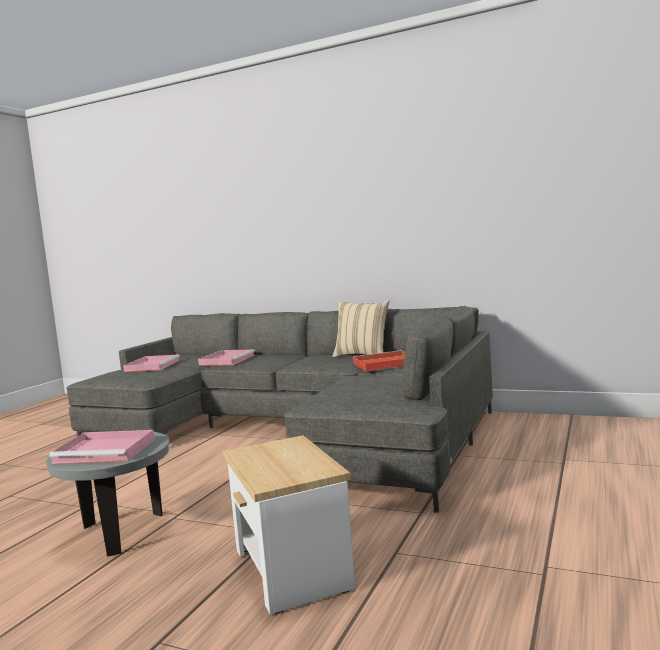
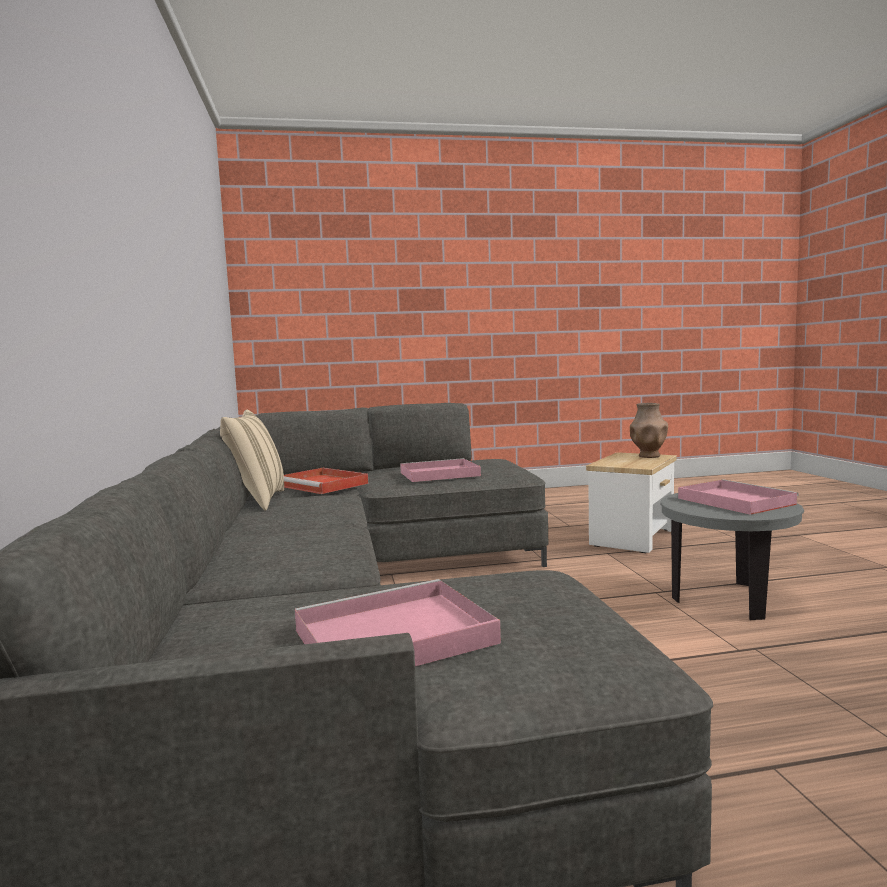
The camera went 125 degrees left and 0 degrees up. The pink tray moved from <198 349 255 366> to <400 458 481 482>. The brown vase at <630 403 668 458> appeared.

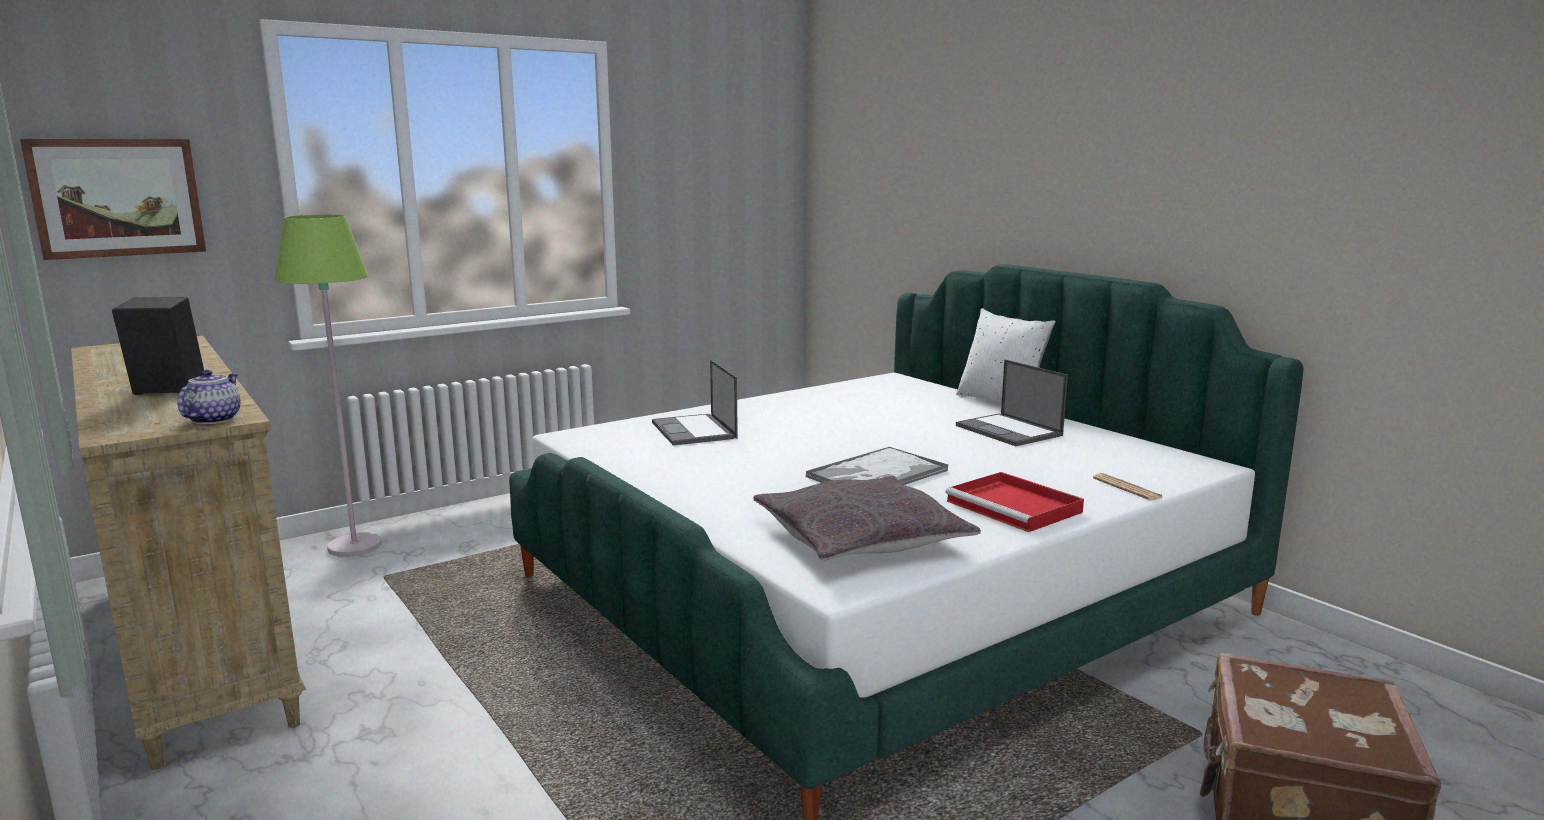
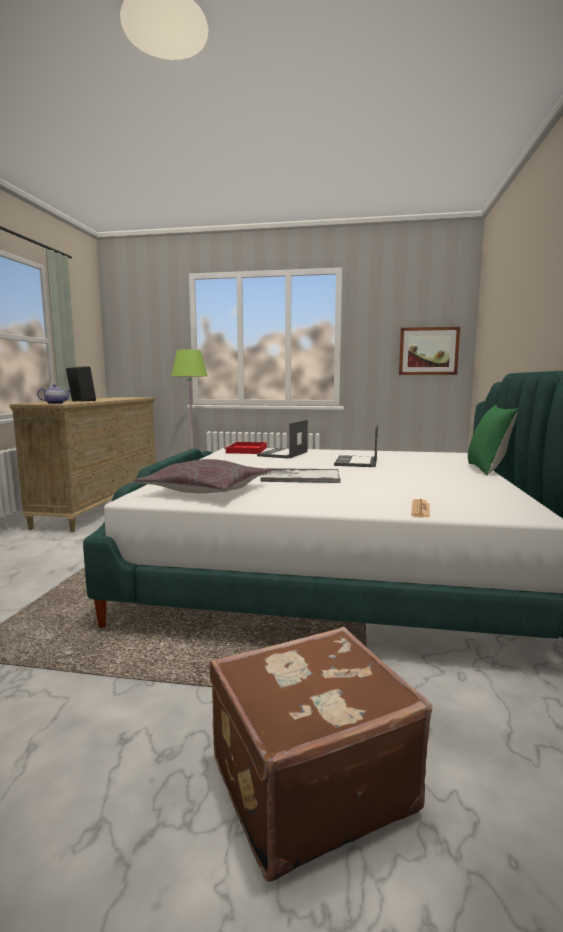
The camera went 45 degrees right and 5 degrees down. The picture moved from <20 139 206 260> to <399 327 460 375>. The white pillow at <956 308 1056 403> became the green pillow at <468 405 518 476>. The laptop moved from <956 359 1068 446> to <334 424 378 467>. The red tray moved from <946 472 1084 532> to <224 442 267 454>.

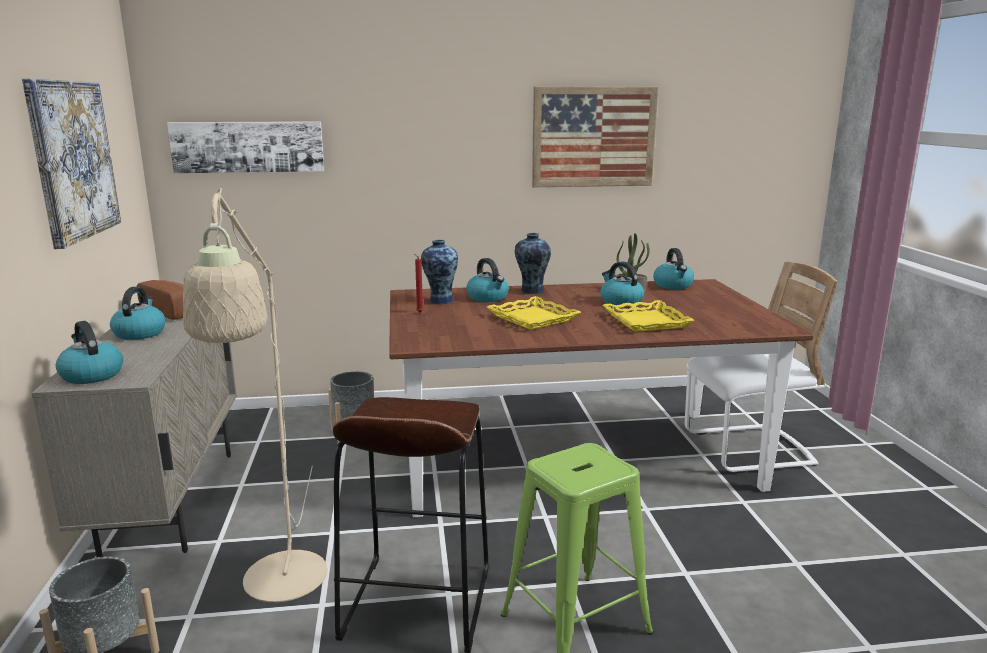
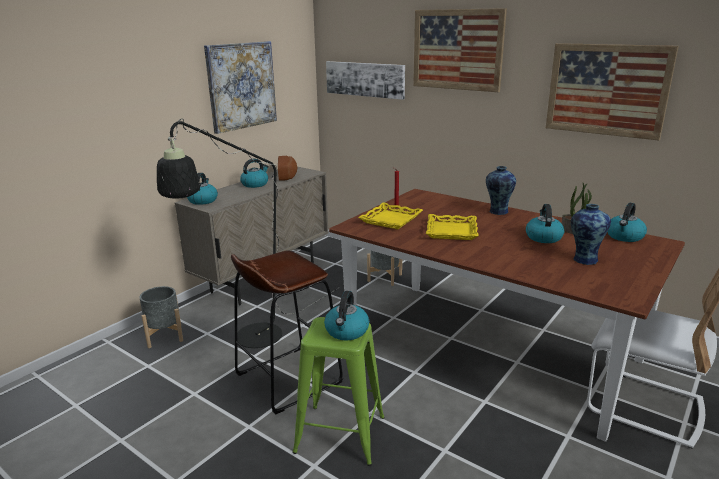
The camera went 45 degrees right and 5 degrees up. The beige floor lamp at <183 188 327 602> became the black floor lamp at <157 119 340 348>. The vase moved from <421 240 458 304> to <571 204 611 265>. The kettle moved from <466 258 509 302> to <324 291 369 340>. The yellow tray moved from <603 300 695 332> to <358 202 423 229>. The picture at <413 8 507 92> appeared.

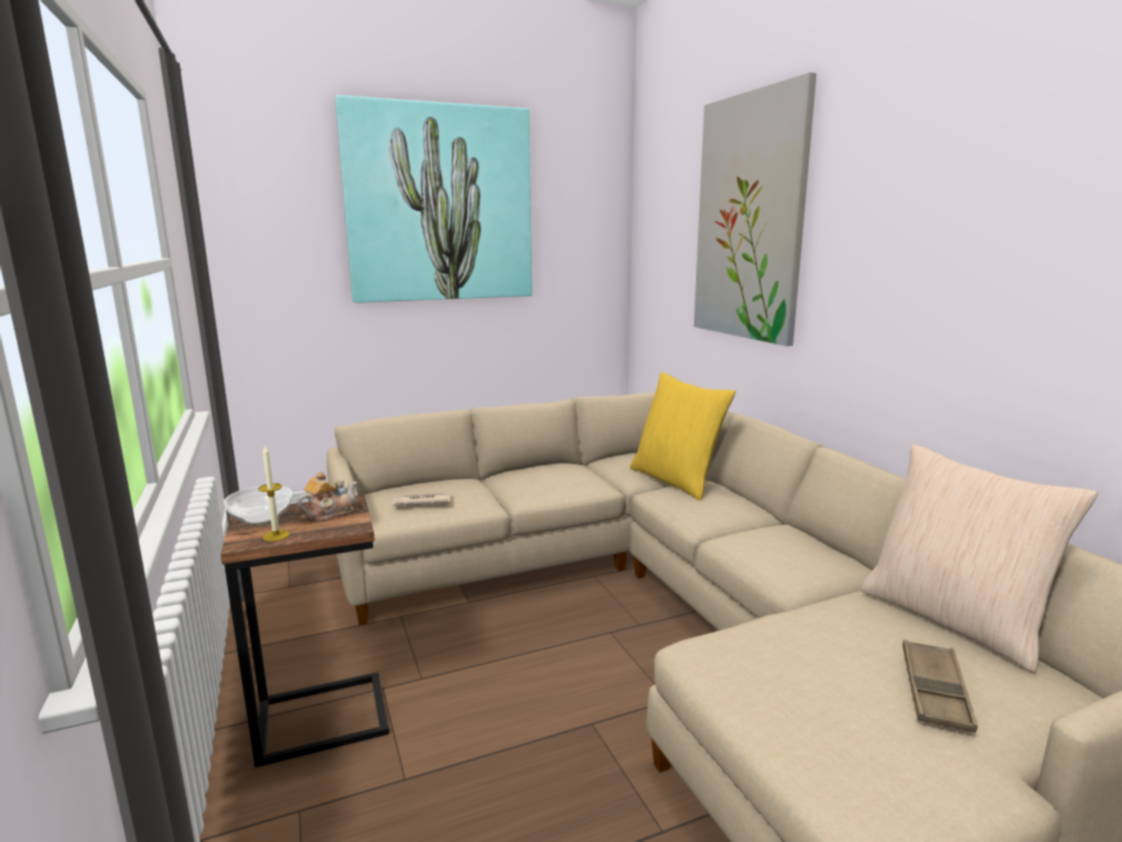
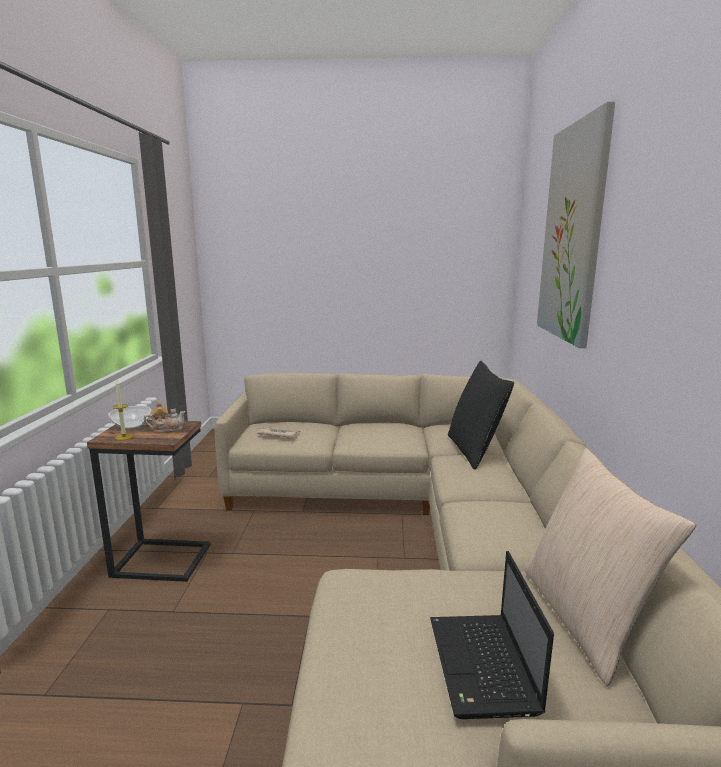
The camera went 25 degrees right and 0 degrees up. The picture at <335 95 532 303> disappeared. The yellow pillow at <630 372 736 500> became the black pillow at <448 361 514 470>. The brown tray at <902 640 977 732> was replaced by the laptop at <430 551 554 719>.

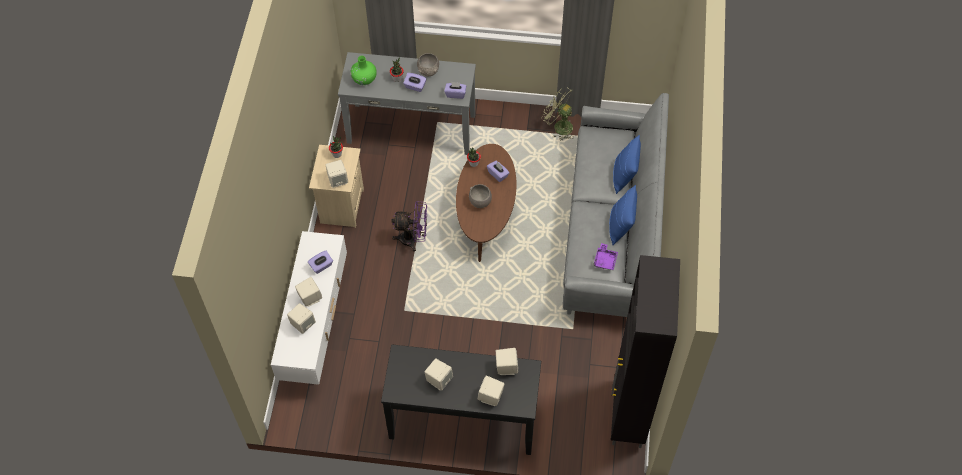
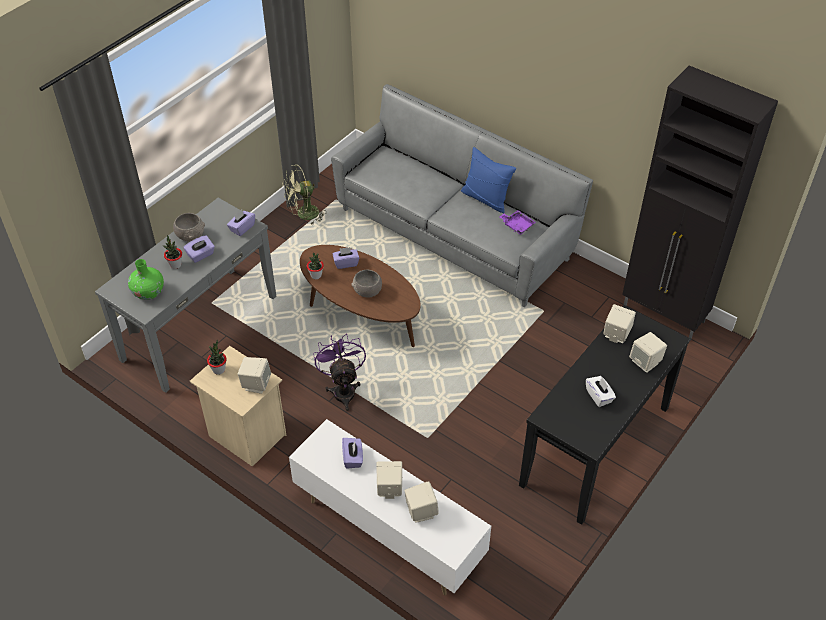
The camera went 60 degrees left and 10 degrees down. The blue pillow at <613 135 641 194> disappeared. The purple fan at <391 201 427 252> turned 45 degrees counterclockwise. The beige speaker at <425 358 453 390> was replaced by the white tissue box at <586 376 616 407>.

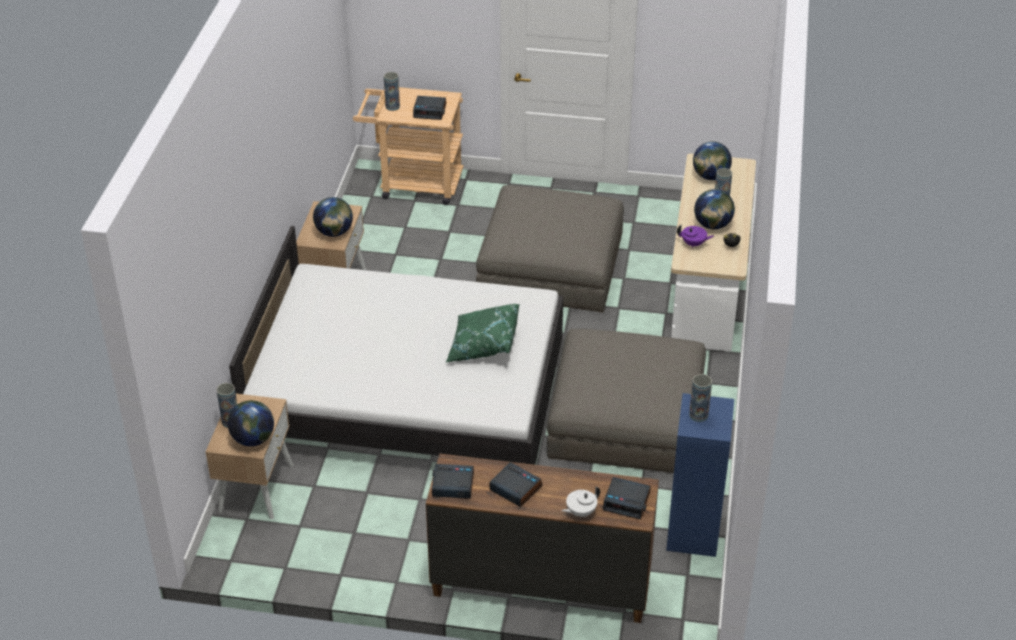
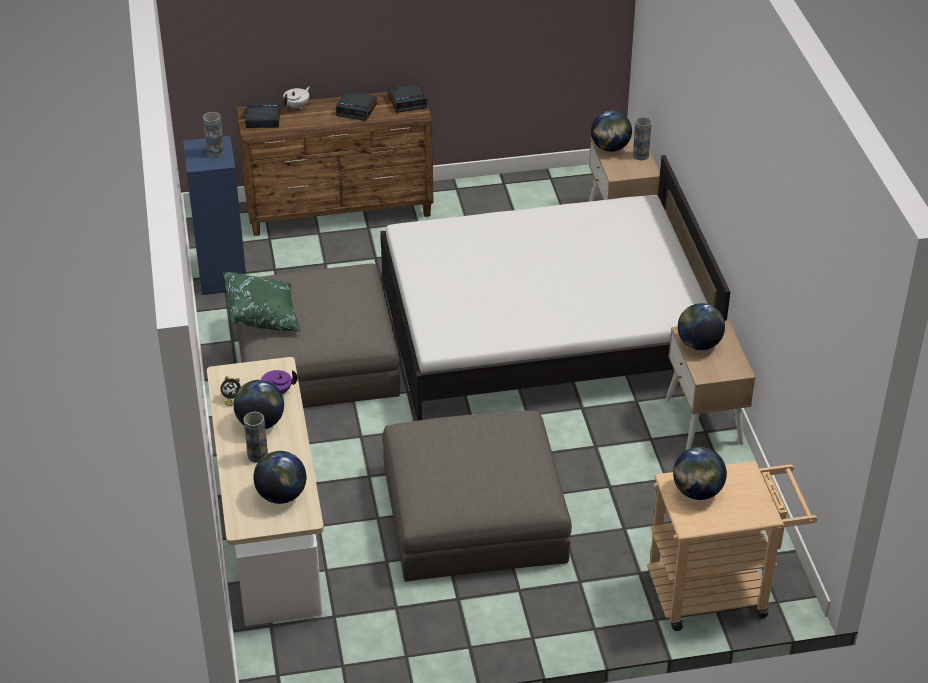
The camera went 160 degrees right and 0 degrees up. The vase at <384 72 400 111> disappeared. The alarm clock at <413 96 446 120> was replaced by the globe at <673 447 727 500>. The green pillow moved from <446 304 520 362> to <223 272 301 332>.

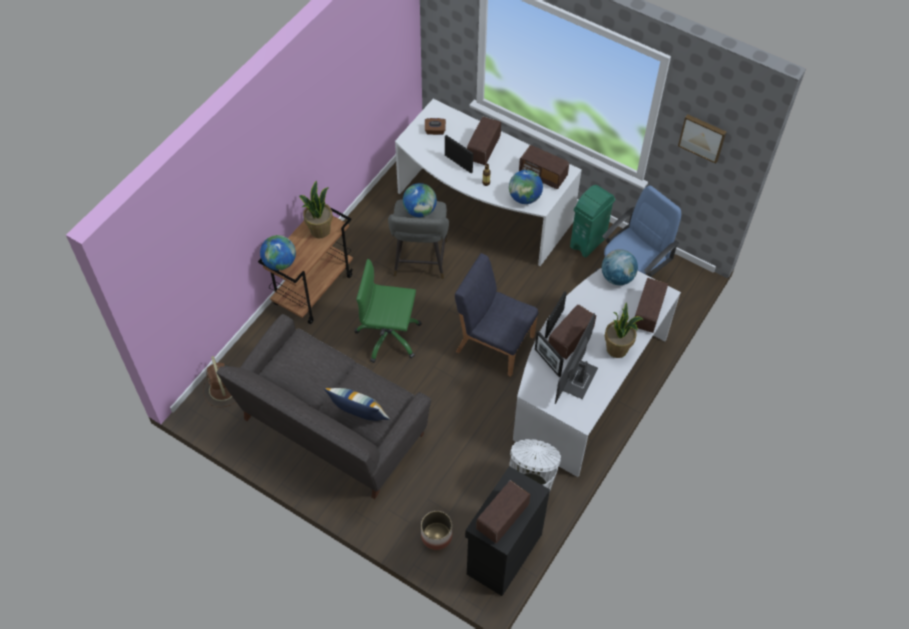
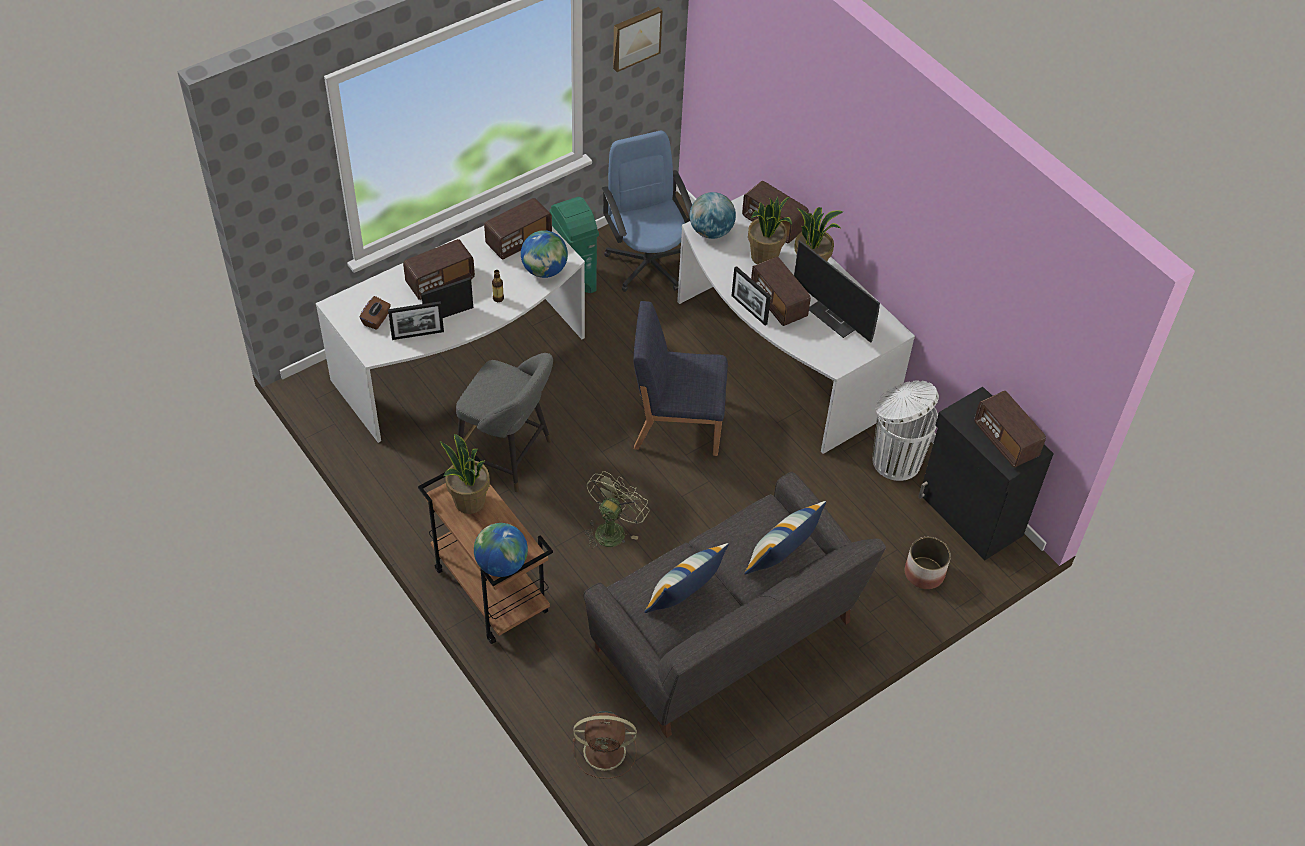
The camera went 70 degrees left and 5 degrees down. The radio at <467 117 501 165> turned 75 degrees counterclockwise. The globe at <403 183 437 217> disappeared. The blue chair at <455 253 538 377> turned 45 degrees clockwise. The green office chair at <354 259 422 363> was replaced by the green fan at <585 471 649 549>. The picture frame moved from <535 331 564 377> to <388 301 444 340>. The potted plant at <748 197 792 264> appeared. The pillow at <644 543 729 613> appeared.

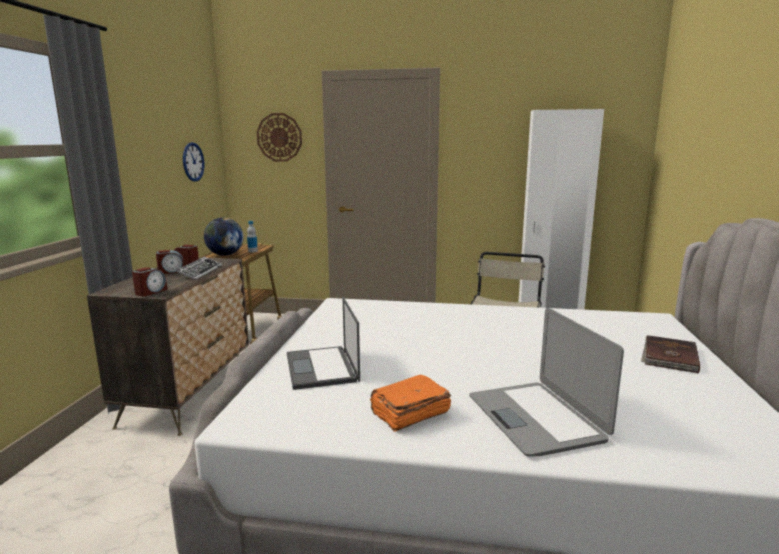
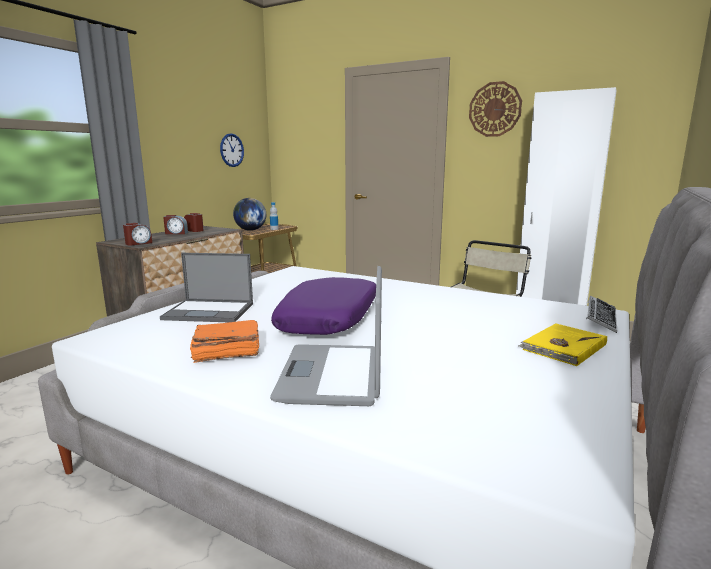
The camera went 20 degrees right and 0 degrees up. The wall clock moved from <257 113 302 162> to <469 81 522 137>. The keyboard moved from <176 256 222 280> to <586 296 617 333>. The laptop at <287 297 360 390> turned 90 degrees counterclockwise. The brown book at <641 335 700 373> became the yellow book at <518 323 607 366>. The purple pillow at <271 277 376 335> appeared.

